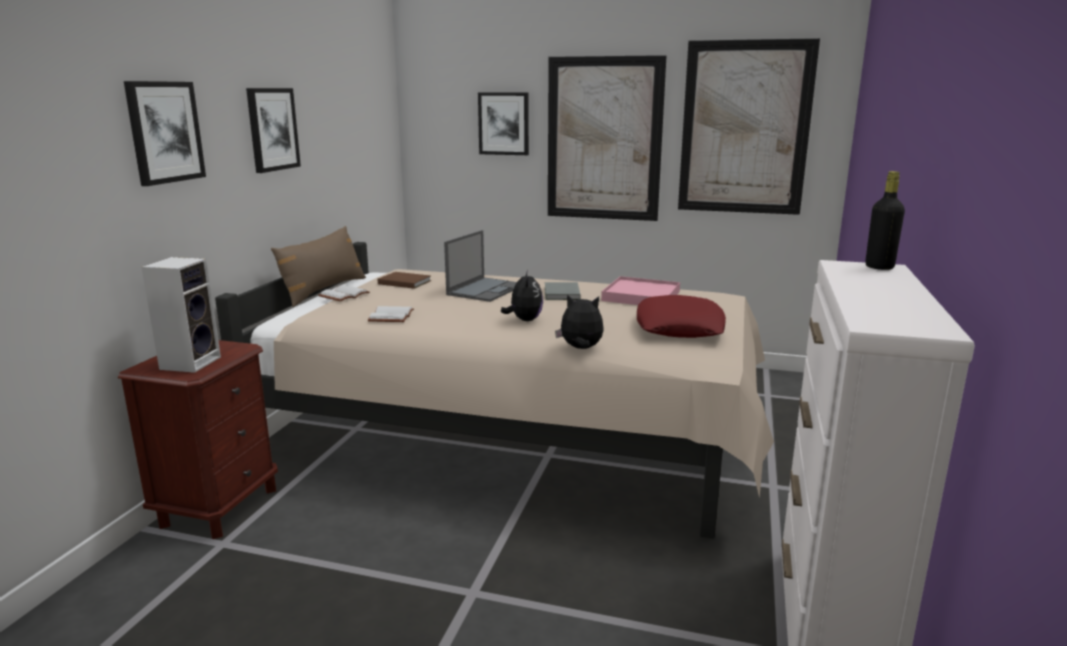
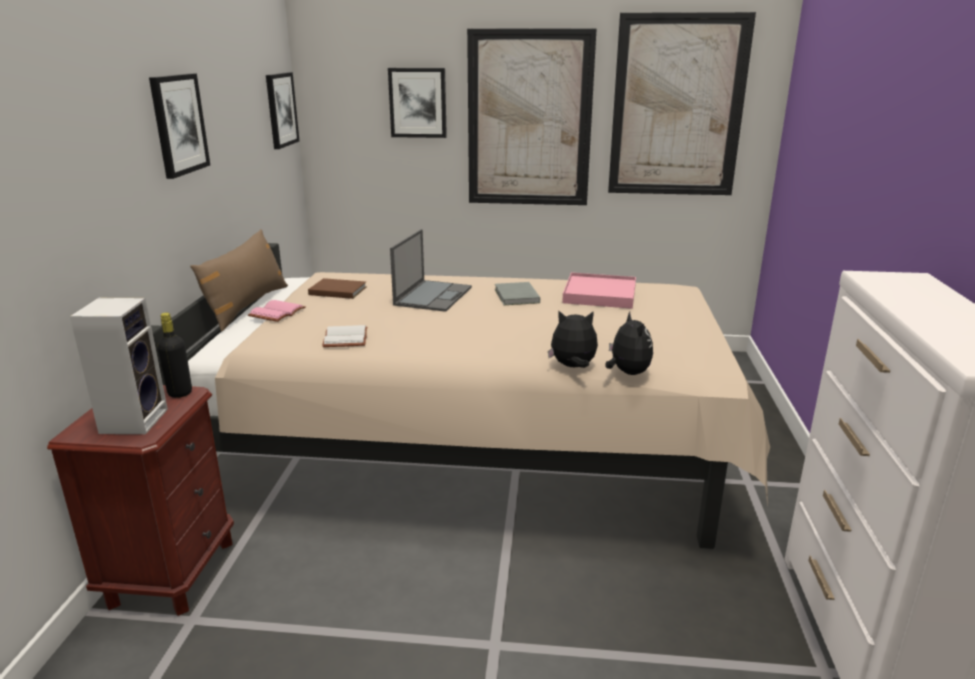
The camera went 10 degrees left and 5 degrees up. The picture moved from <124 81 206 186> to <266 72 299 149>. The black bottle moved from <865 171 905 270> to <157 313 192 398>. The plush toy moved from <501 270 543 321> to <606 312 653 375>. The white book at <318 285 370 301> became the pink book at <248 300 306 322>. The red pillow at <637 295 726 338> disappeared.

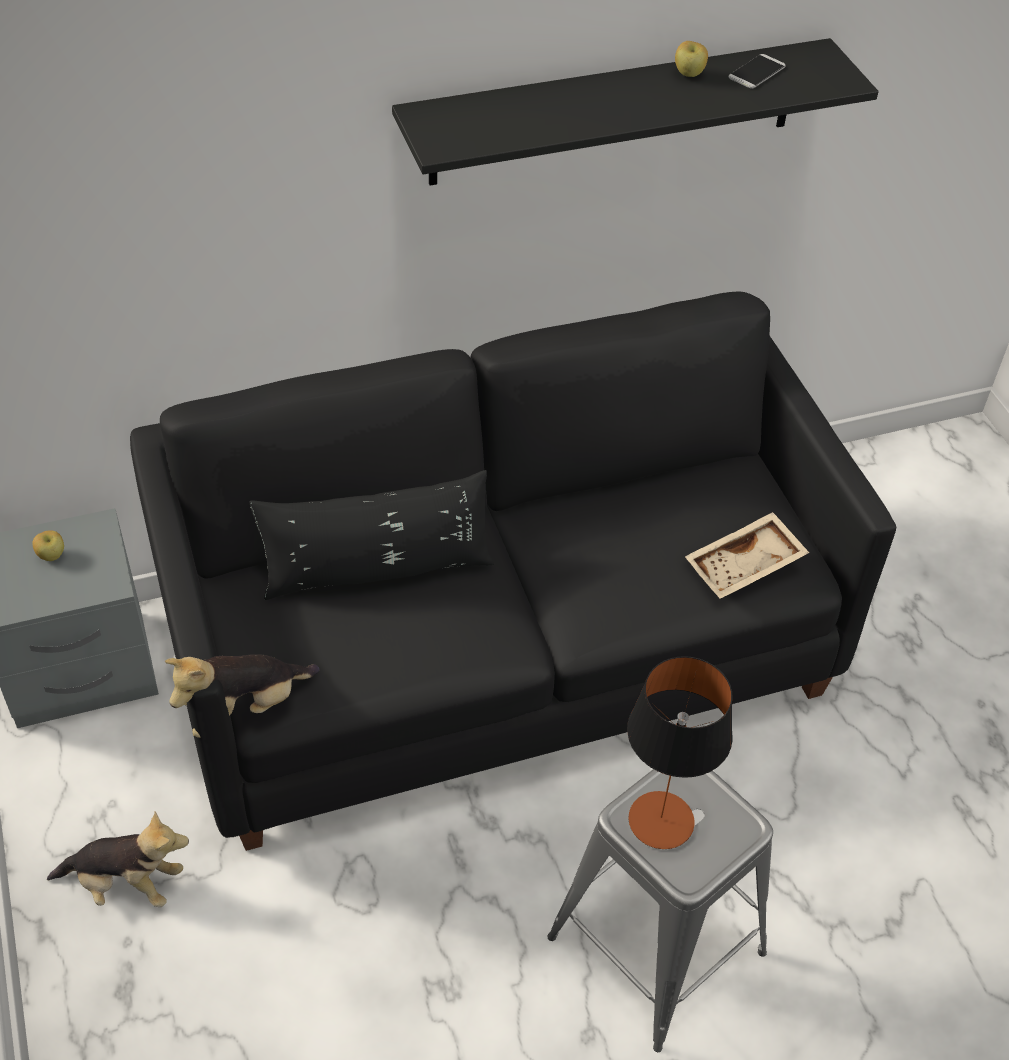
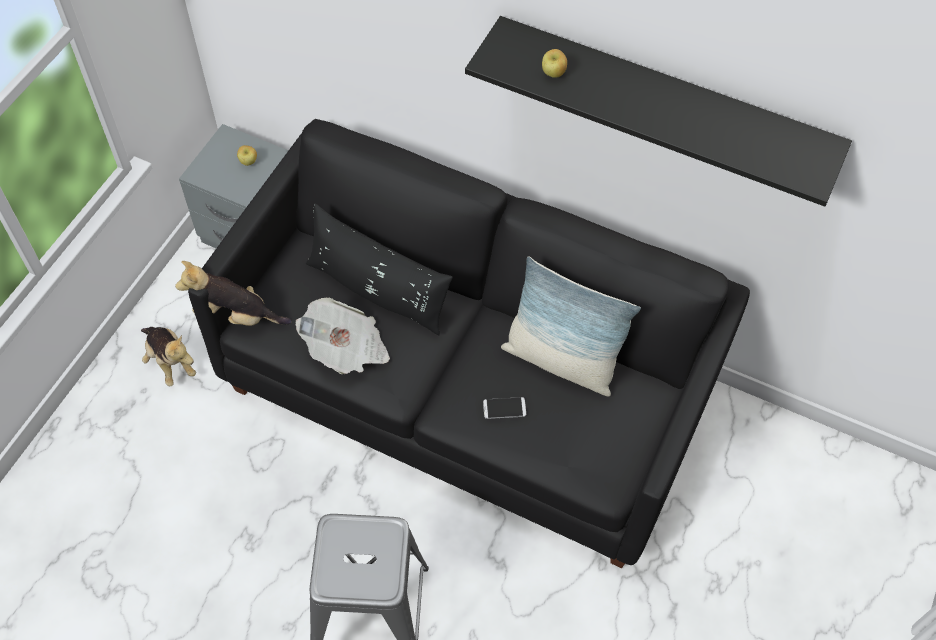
The camera went 45 degrees right and 10 degrees up. The apple moved from <675 41 708 77> to <542 49 567 78>. The phone moved from <729 54 786 89> to <483 397 526 419>. The beige tray at <685 512 809 599> disappeared. The table lamp at <627 656 733 849> disappeared. The pillow at <501 256 641 396> appeared. The newspaper at <296 298 390 375> appeared.

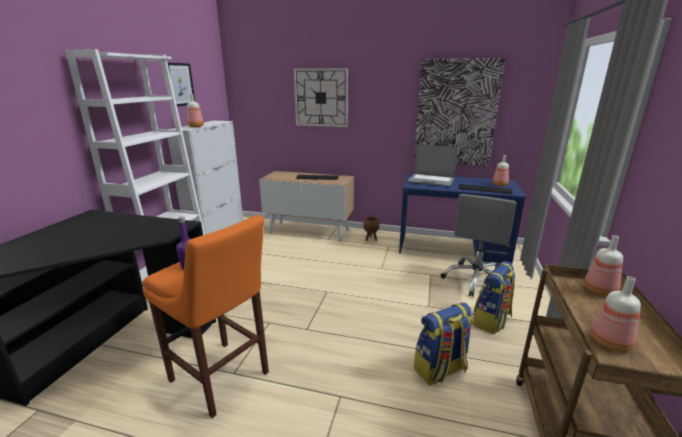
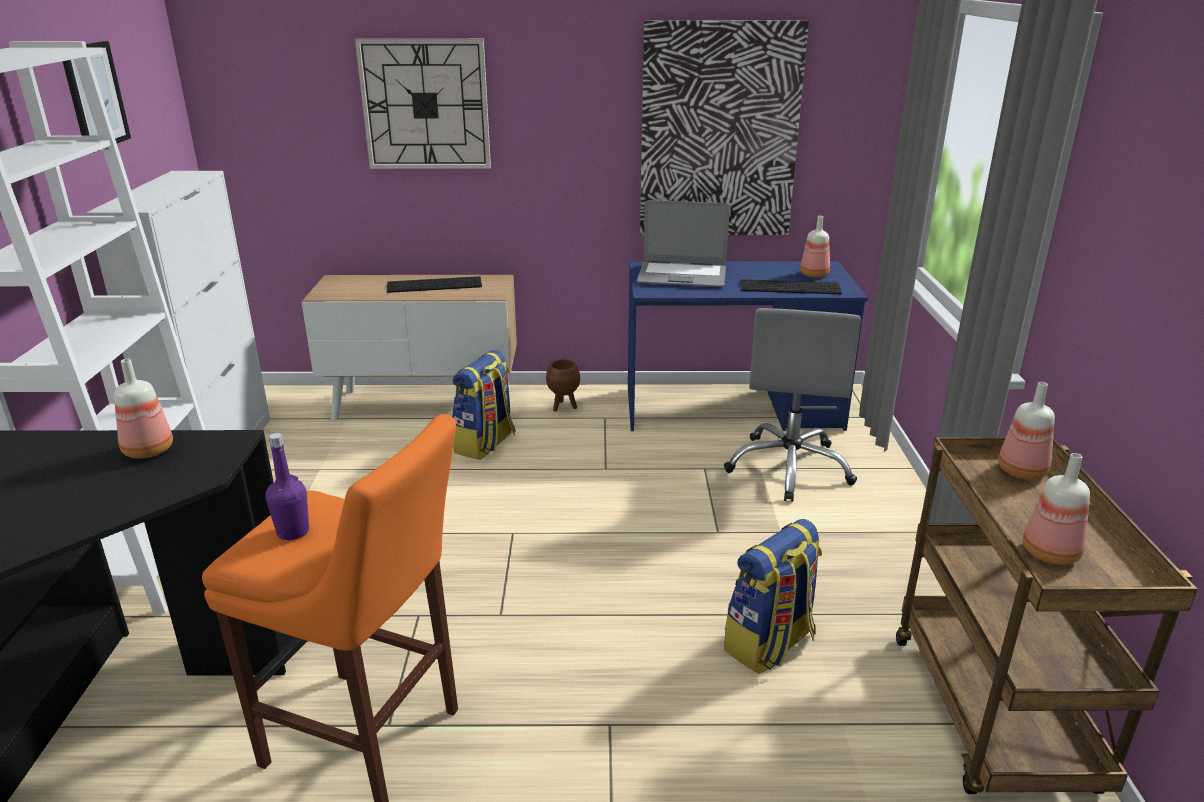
The camera went 15 degrees left and 5 degrees up. The bottle moved from <187 94 204 127> to <114 359 173 459>. The backpack moved from <473 261 515 334> to <452 350 515 460>.

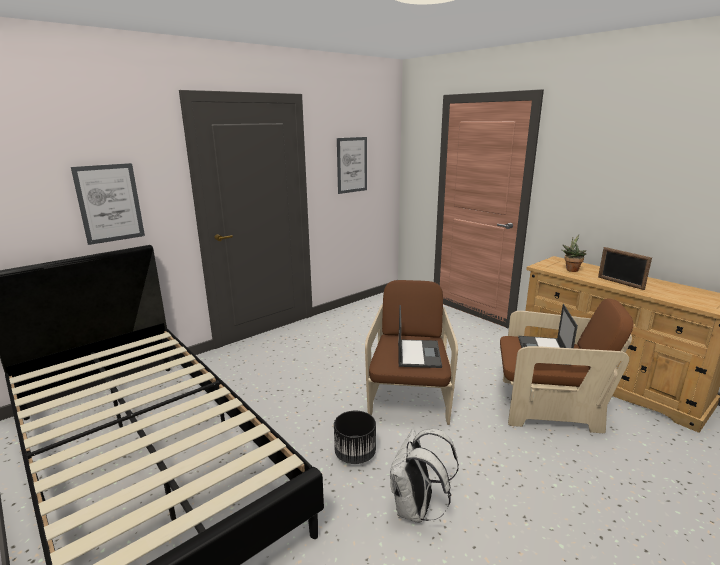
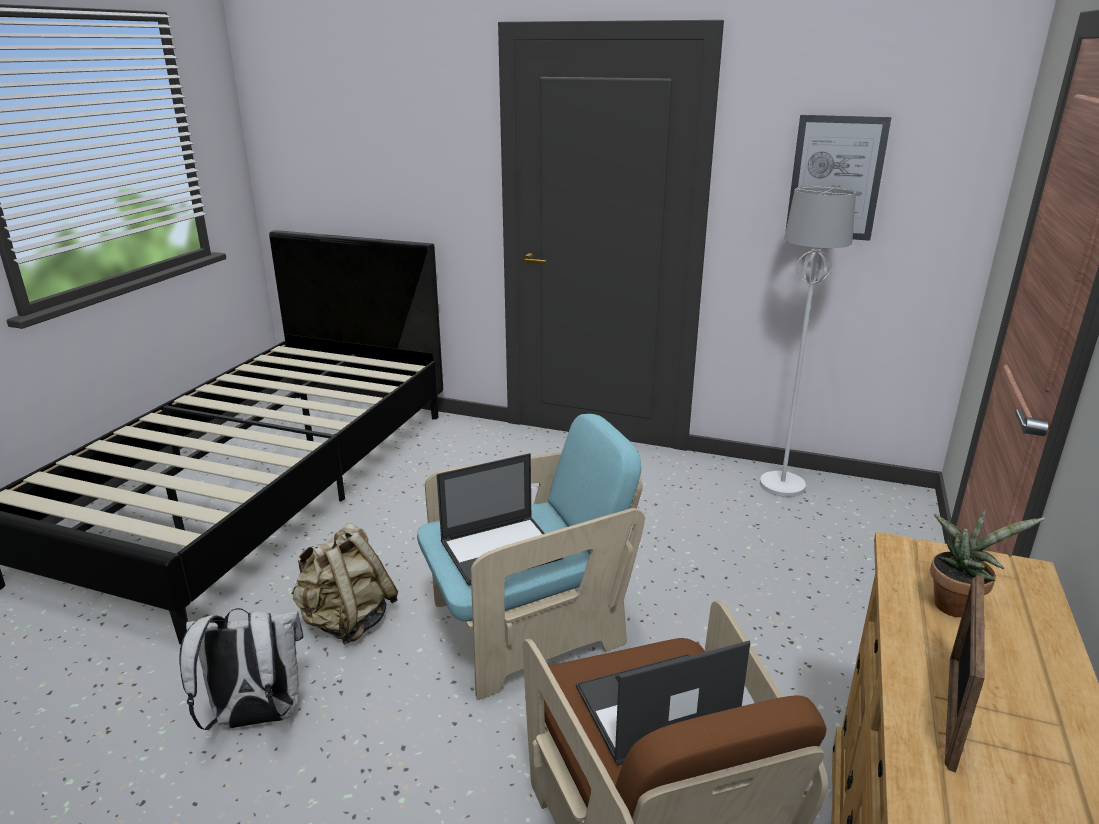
The camera went 60 degrees right and 5 degrees up. The picture at <71 163 145 245> disappeared. The brown armchair at <365 280 458 425> became the turquoise armchair at <417 414 645 700>. The black planter at <334 411 376 464> was replaced by the beige backpack at <291 523 398 645>. The white floor lamp at <760 186 856 497> appeared.

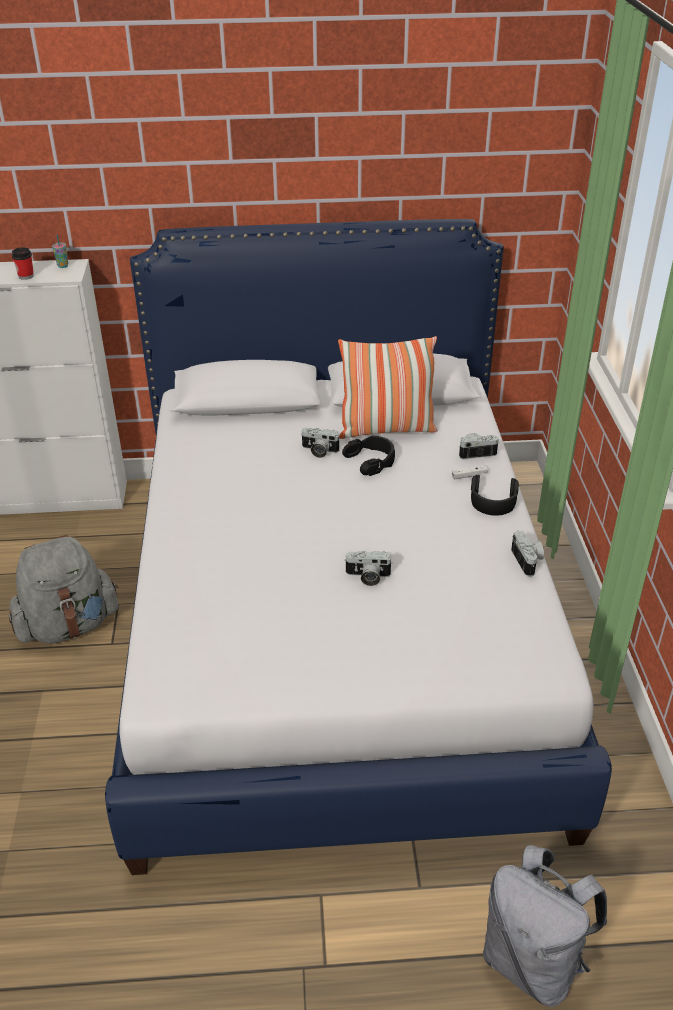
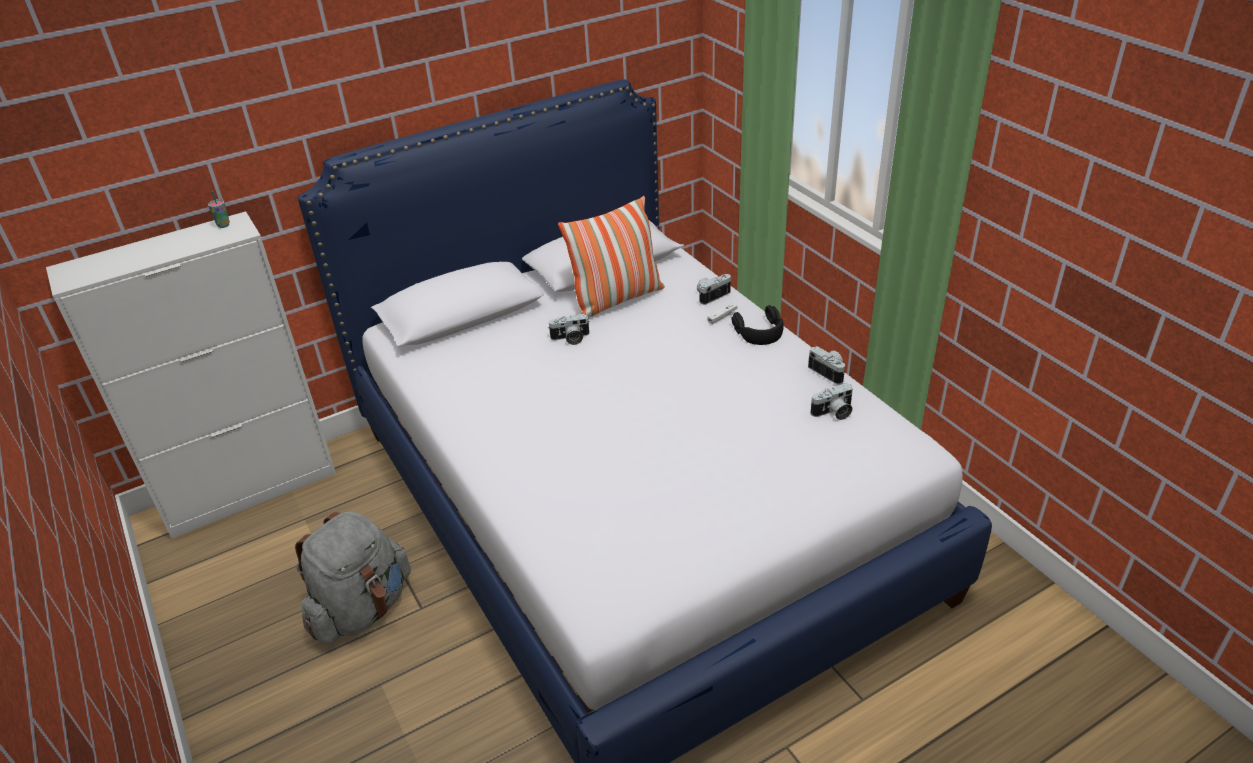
The camera went 25 degrees left and 0 degrees up. The cup at <12 247 34 280> disappeared. The black headphones at <342 436 395 476> disappeared. The photo camera moved from <344 551 393 586> to <810 383 853 420>. The grey backpack at <483 845 607 1007> disappeared.

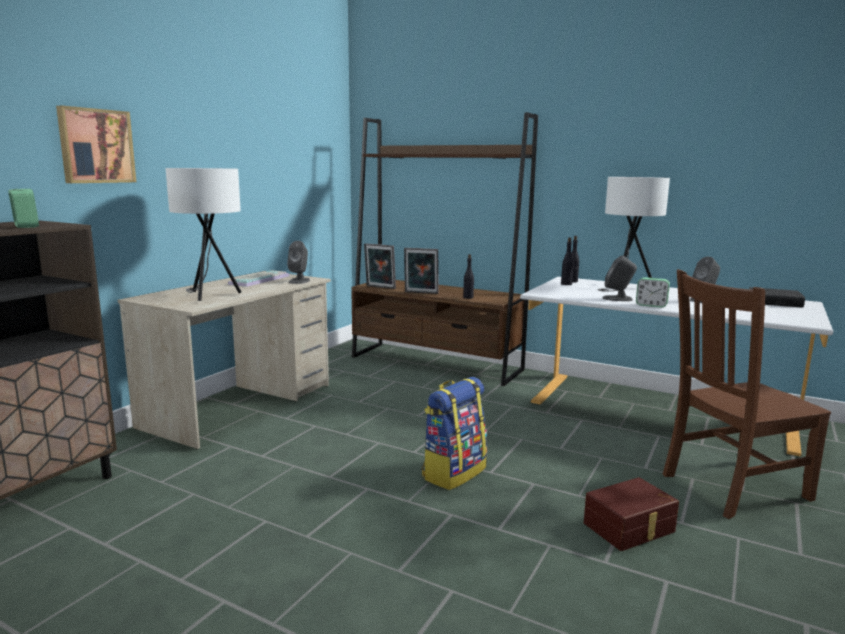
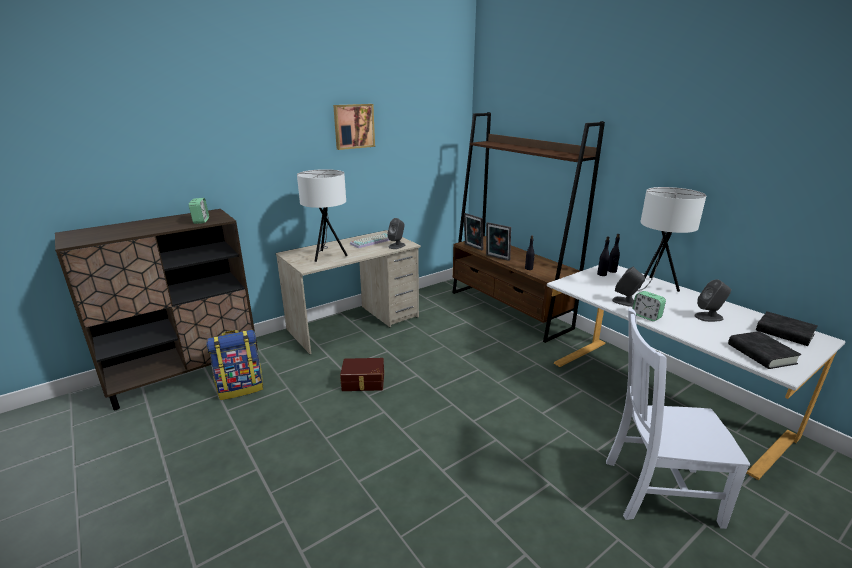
The camera went 25 degrees right and 10 degrees up. The picture moved from <56 105 136 183> to <333 104 375 150>. The brown chair at <663 269 831 519> became the white chair at <606 308 750 529>. The backpack moved from <422 377 487 490> to <206 330 263 400>. The brown storage box moved from <584 477 679 551> to <340 358 384 391>. The black book at <728 331 801 369> appeared.

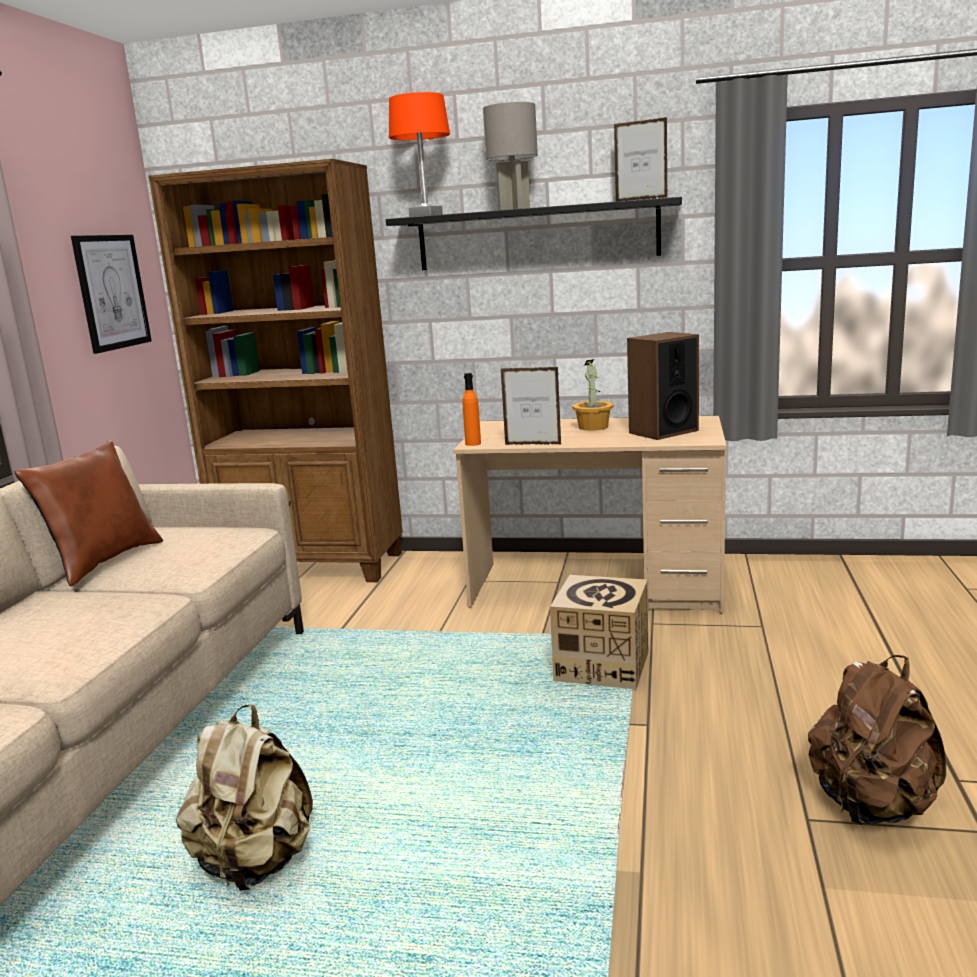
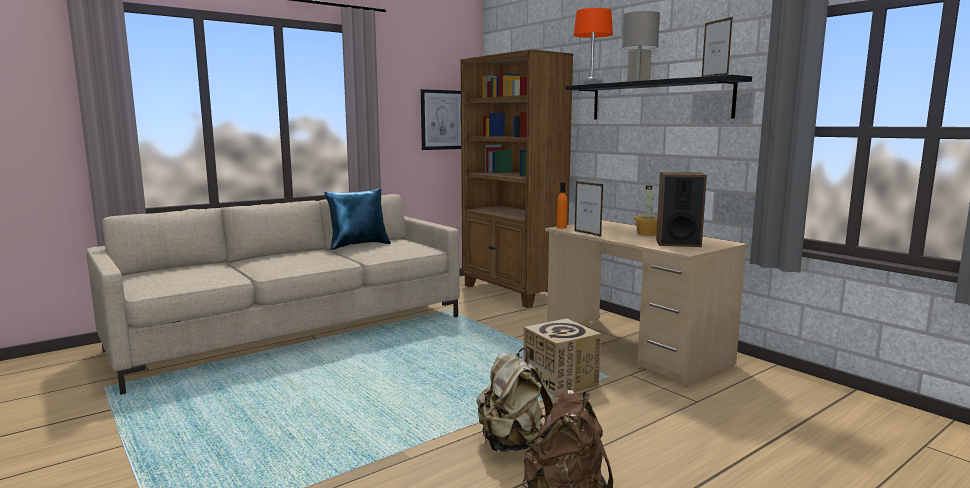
The camera went 40 degrees right and 5 degrees down. The brown pillow at <15 440 163 586> became the blue pillow at <325 188 391 250>. The beige backpack moved from <176 704 313 890> to <476 348 553 452>.

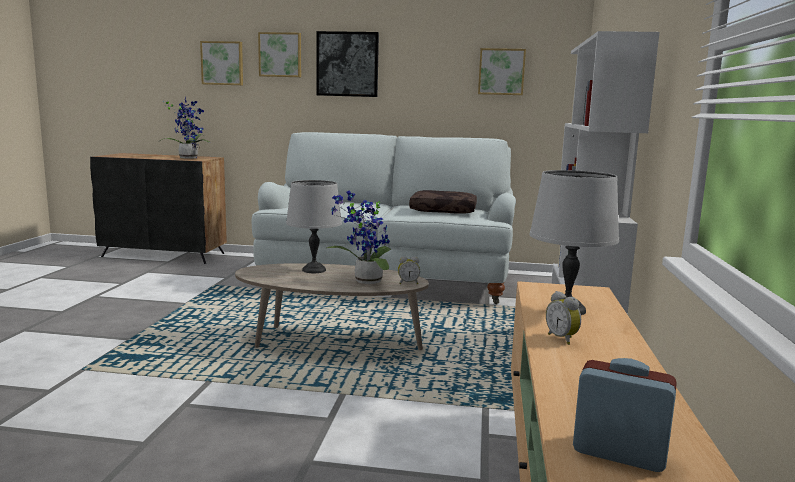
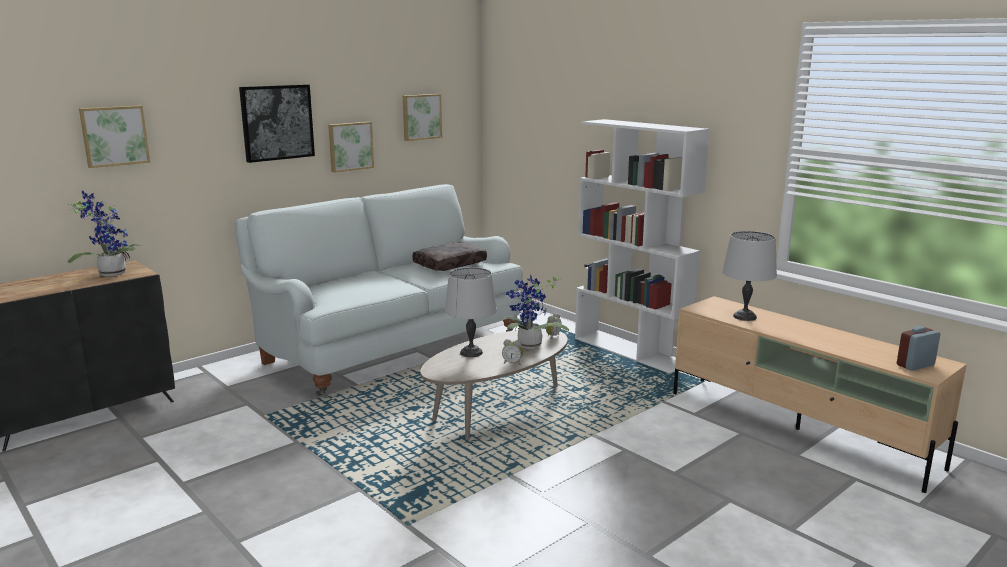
The camera went 50 degrees left and 5 degrees up. The picture moved from <258 32 301 77> to <328 122 374 173>. The alarm clock moved from <546 291 581 345> to <502 339 523 365>.

